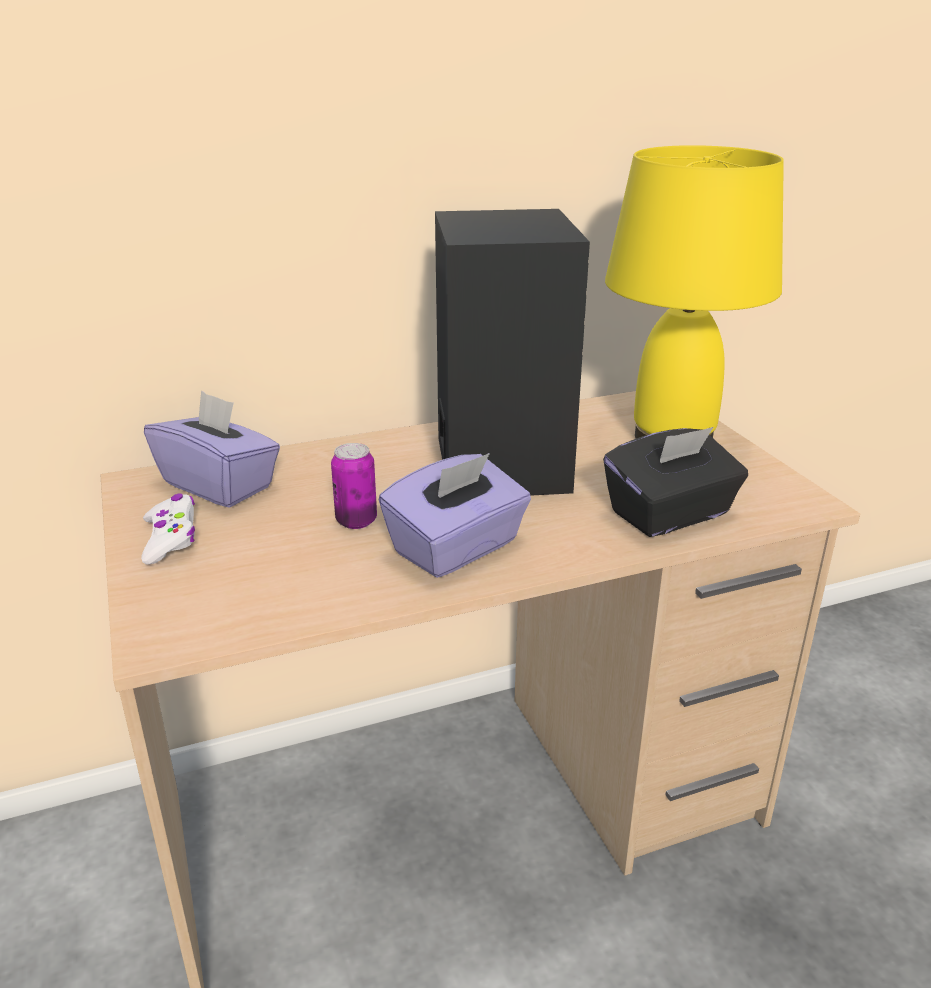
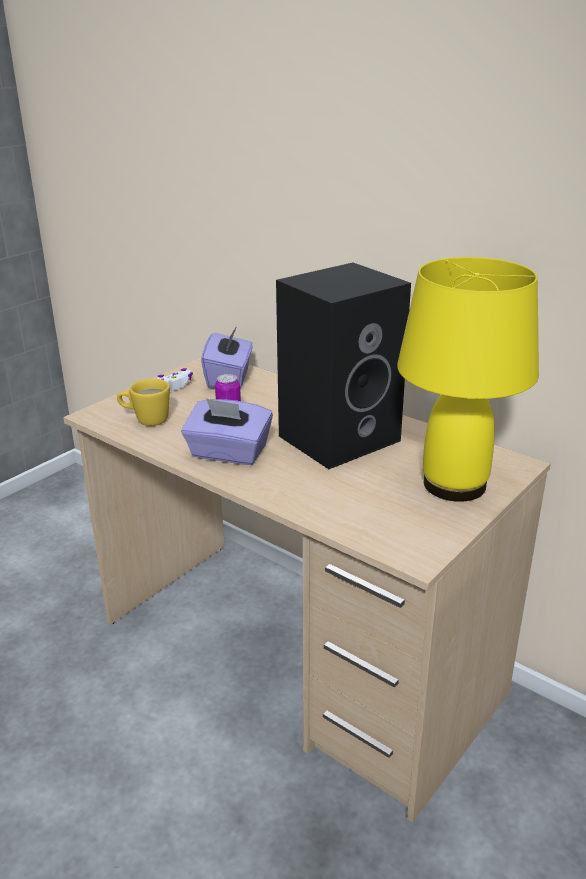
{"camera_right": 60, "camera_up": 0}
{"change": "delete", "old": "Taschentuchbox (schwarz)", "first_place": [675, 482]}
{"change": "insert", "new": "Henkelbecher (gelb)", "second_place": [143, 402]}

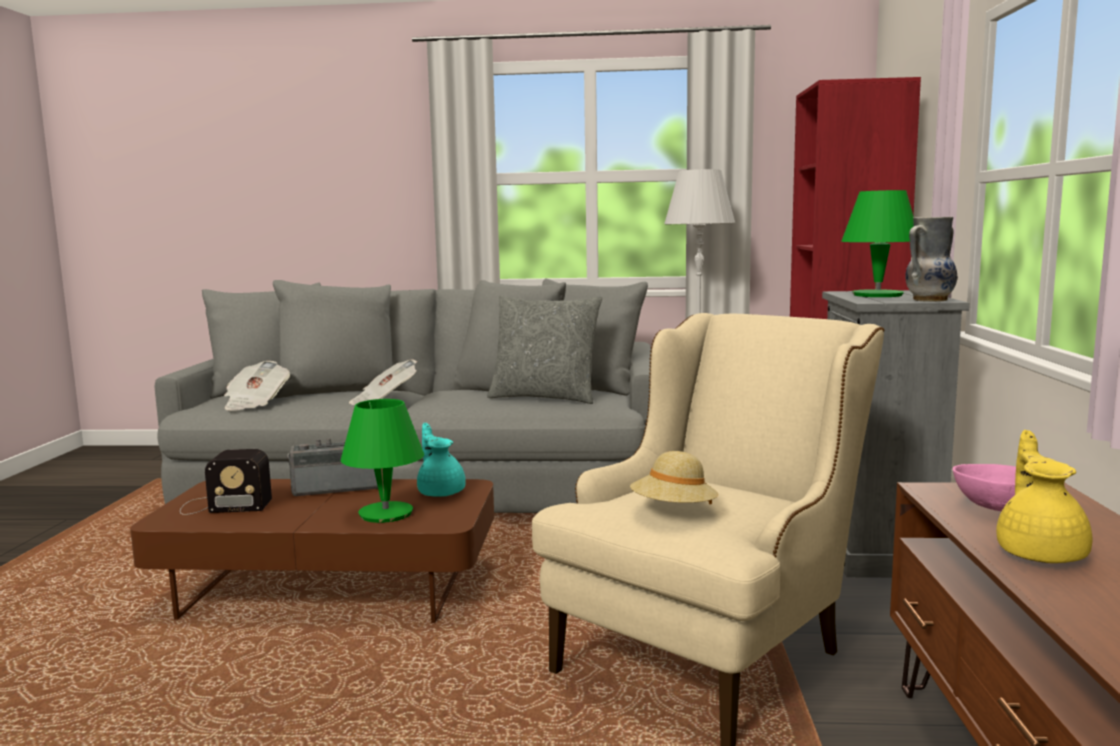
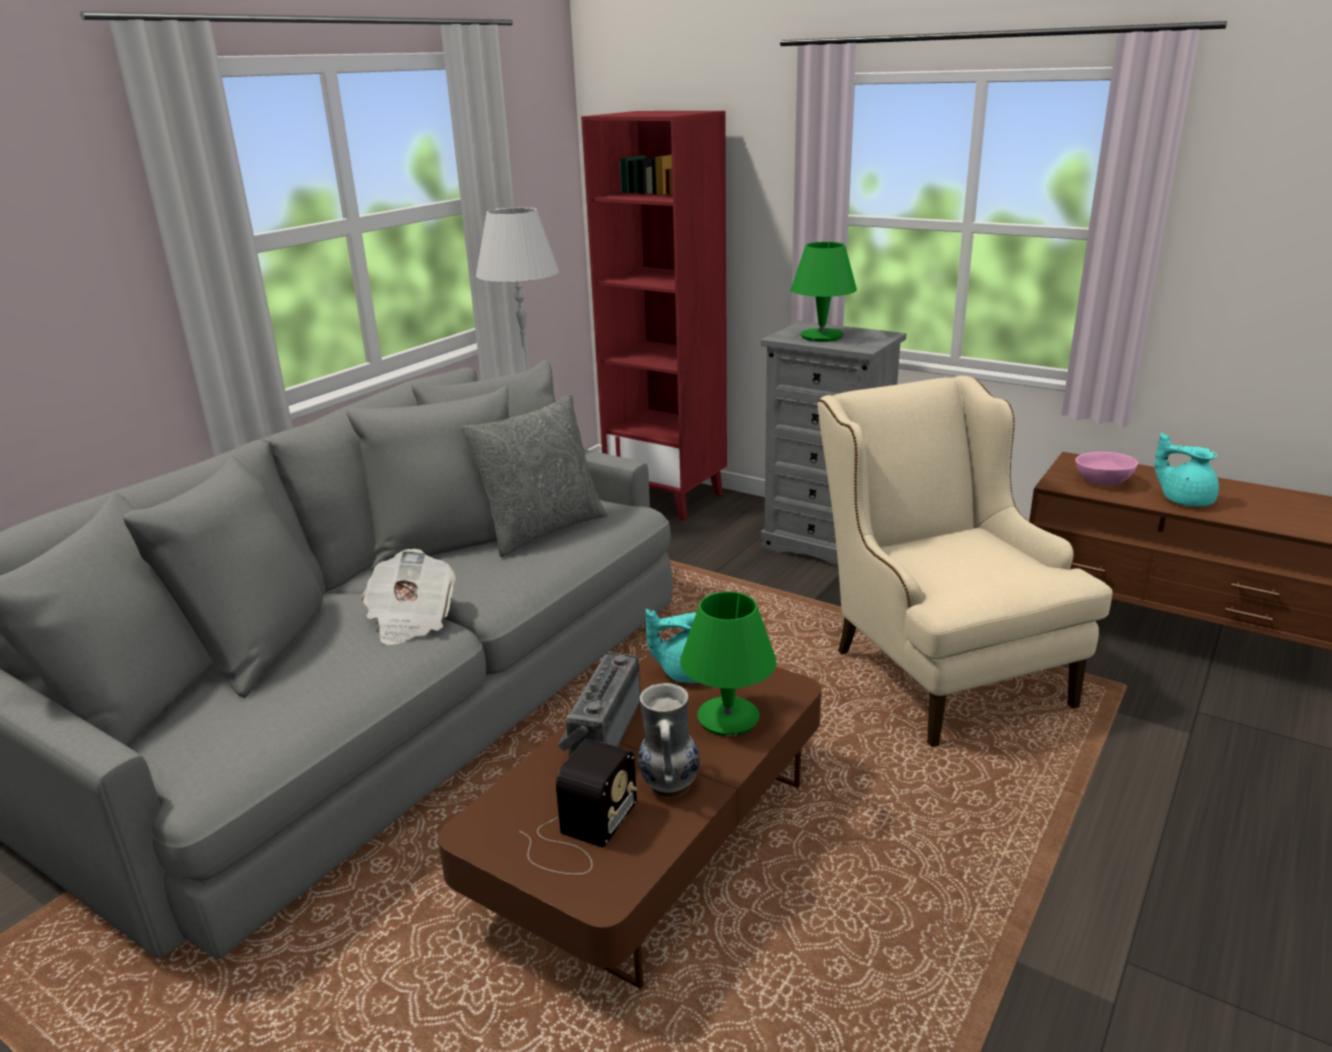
{"camera_right": -60, "camera_up": 15}
{"change": "delete", "old": "Zeitung", "first_place": [257, 386]}
{"change": "delete", "old": "Hut (beige)", "first_place": [674, 477]}
{"change": "move", "old": "Vase", "first_place": [931, 259], "second_place": [669, 740]}
{"change": "recolor", "old": "Teekanne (gelb)", "new": "Teekanne (türkis)", "first_place": [1044, 496], "second_place": [1187, 469]}

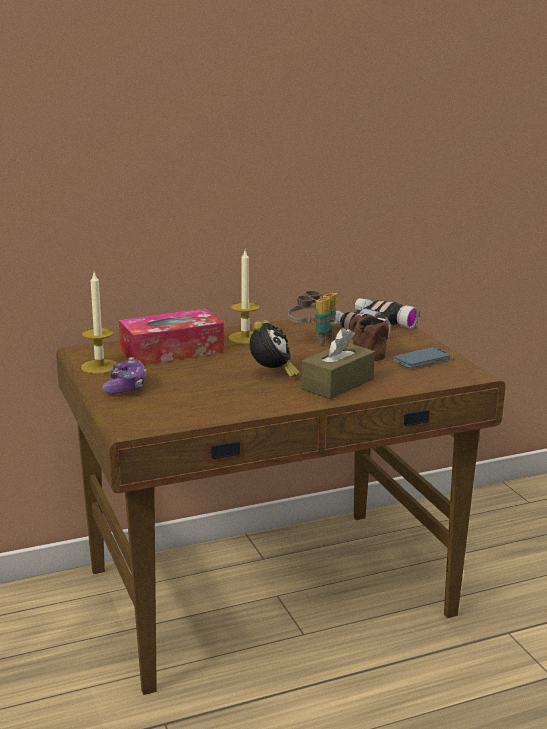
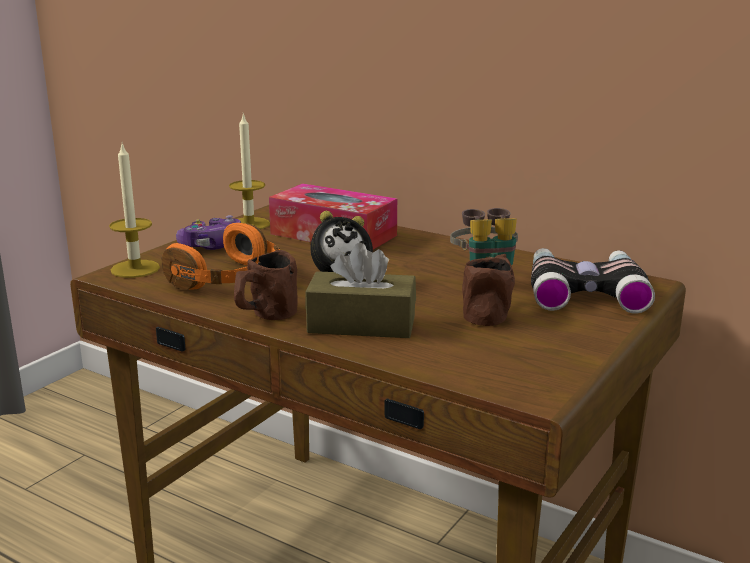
{"camera_right": 55, "camera_up": 0}
{"change": "move", "old": "Kerze", "first_place": [244, 297], "second_place": [134, 210]}
{"change": "delete", "old": "Handy", "first_place": [421, 358]}
{"change": "insert", "new": "Kopfhörer (orange)", "second_place": [220, 256]}
{"change": "insert", "new": "Henkelbecher (braun)", "second_place": [266, 285]}

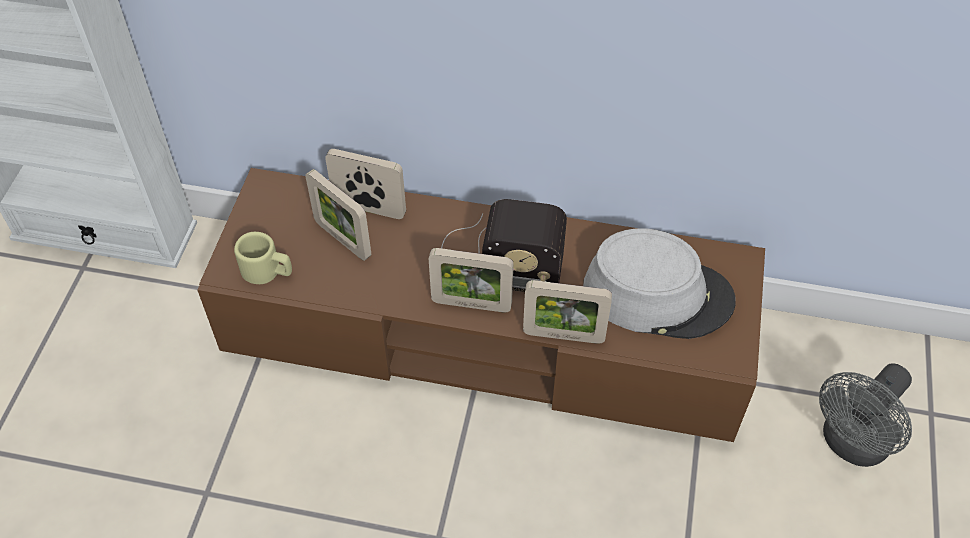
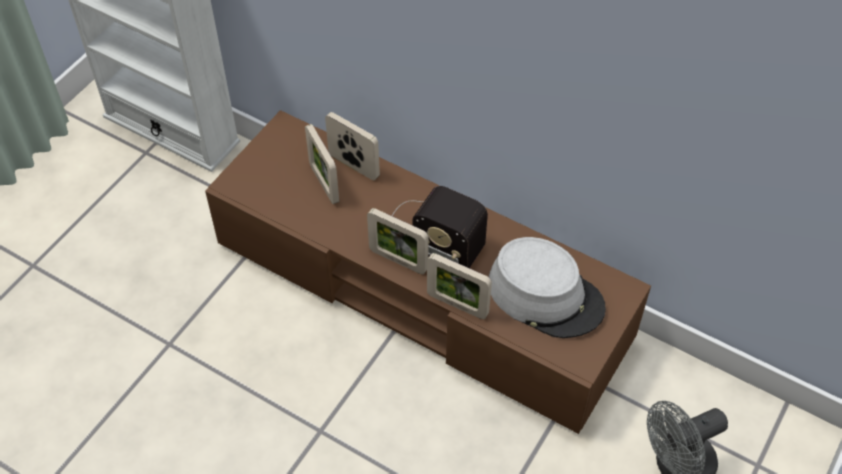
{"camera_right": 20, "camera_up": 0}
{"change": "delete", "old": "Henkelbecher (beige)", "first_place": [263, 258]}

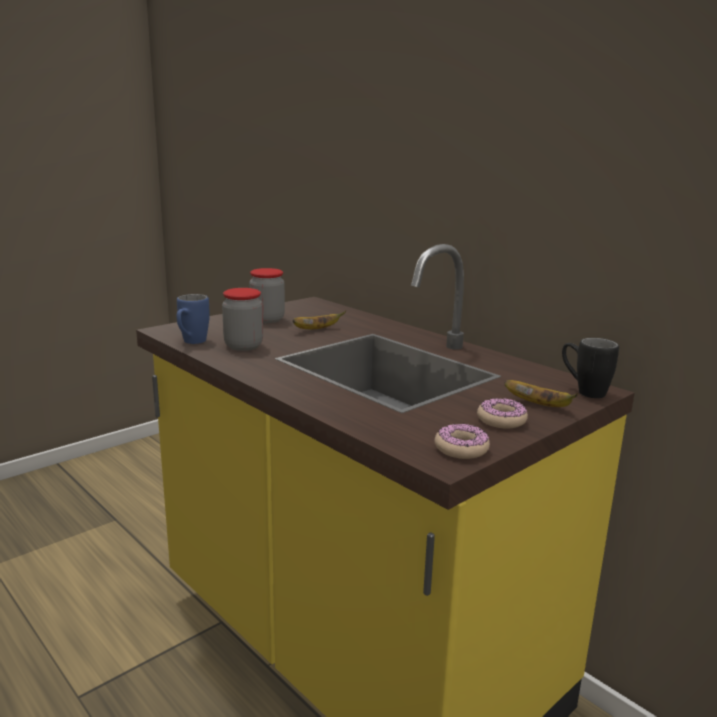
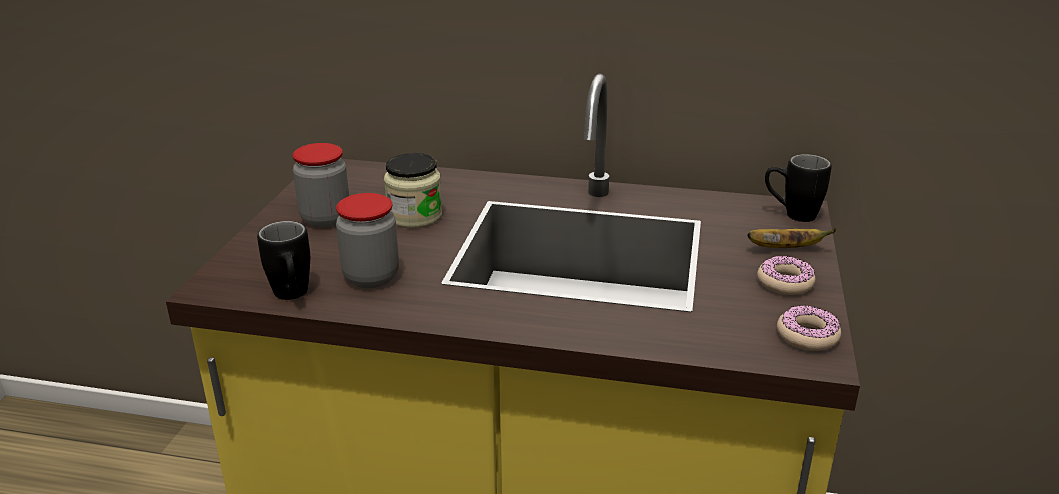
{"camera_right": -35, "camera_up": 10}
{"change": "recolor", "old": "Henkelbecher (blau)", "new": "Henkelbecher (schwarz)", "first_place": [193, 319], "second_place": [283, 260]}
{"change": "replace", "old": "Banane", "new": "Vorratsglas", "first_place": [319, 319], "second_place": [413, 190]}

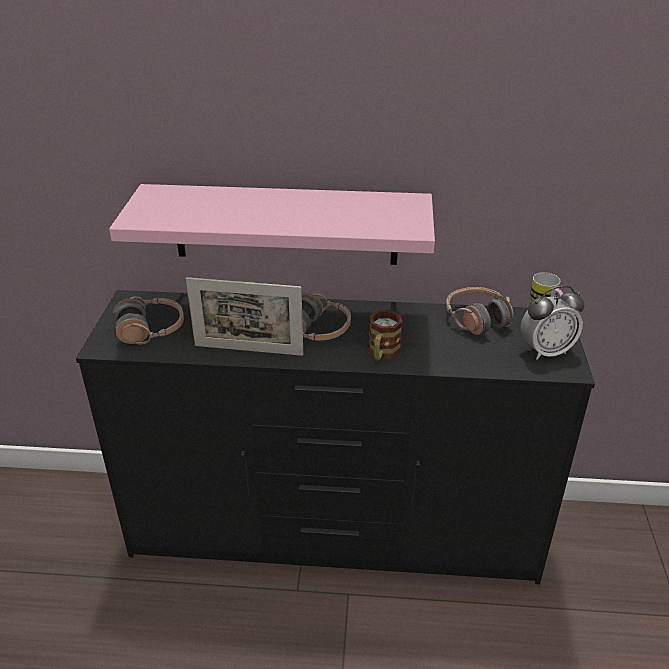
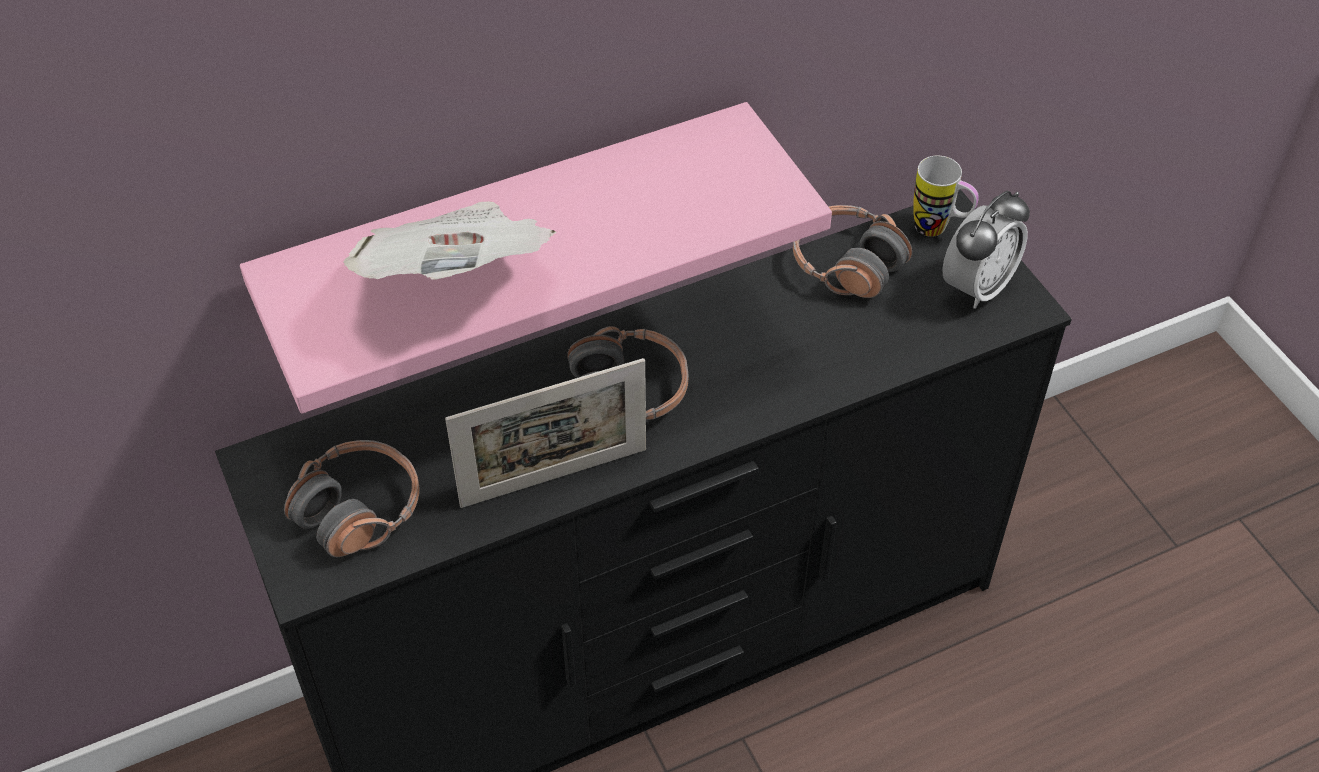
{"camera_right": -30, "camera_up": 15}
{"change": "delete", "old": "Henkelbecher", "first_place": [385, 335]}
{"change": "insert", "new": "Zeitung", "second_place": [449, 240]}

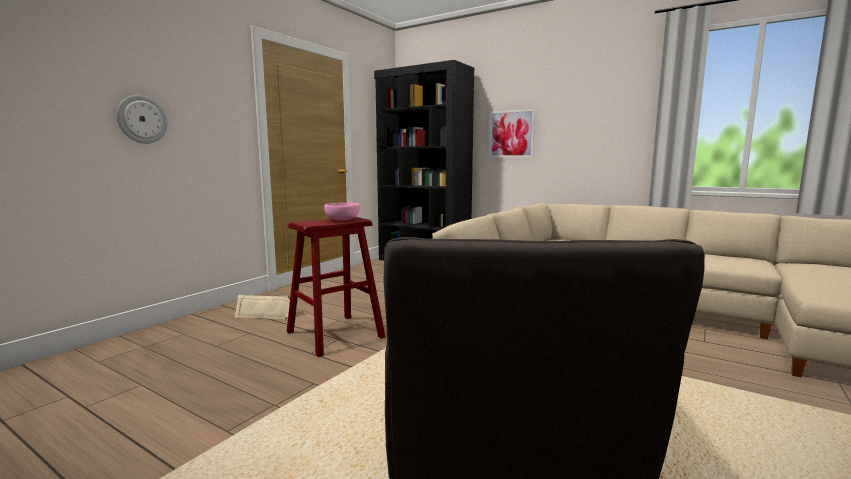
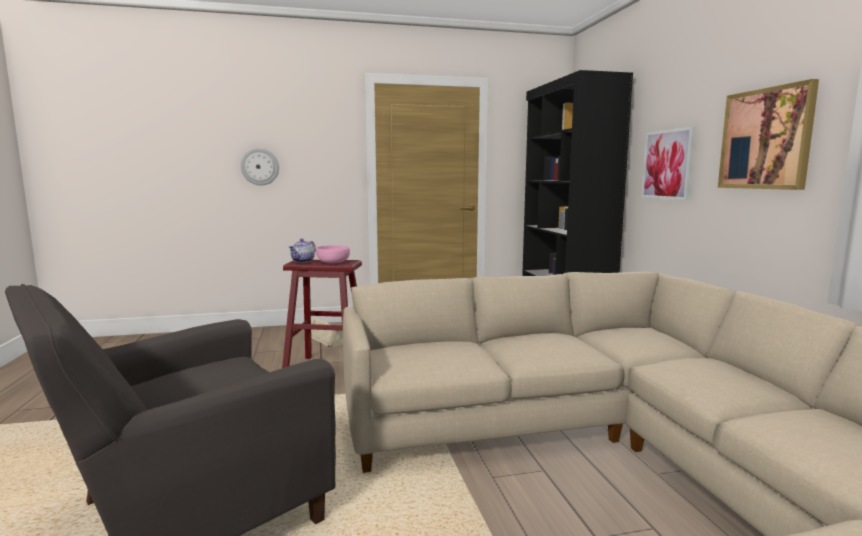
{"camera_right": 45, "camera_up": 0}
{"change": "insert", "new": "Teekanne", "second_place": [302, 250]}
{"change": "insert", "new": "Bild", "second_place": [768, 134]}

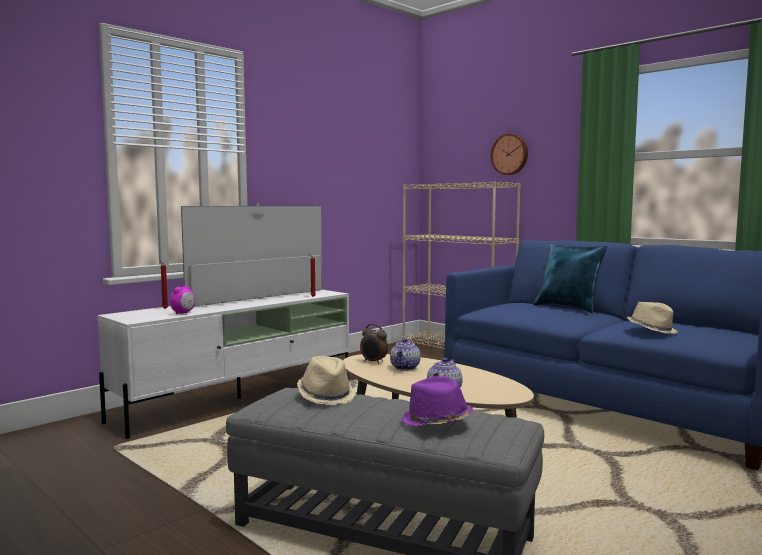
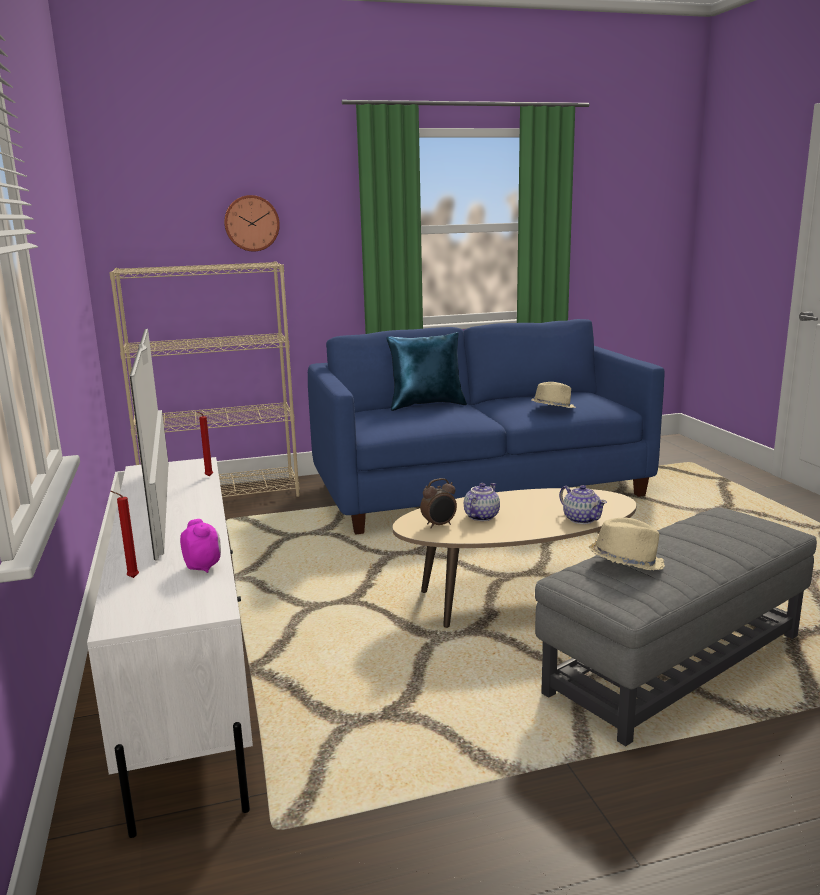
{"camera_right": -60, "camera_up": 10}
{"change": "rotate", "old": "Teekanne", "first_place": [405, 354], "second_place": [482, 502], "degrees": -105}
{"change": "delete", "old": "Hut (lila)", "first_place": [437, 401]}

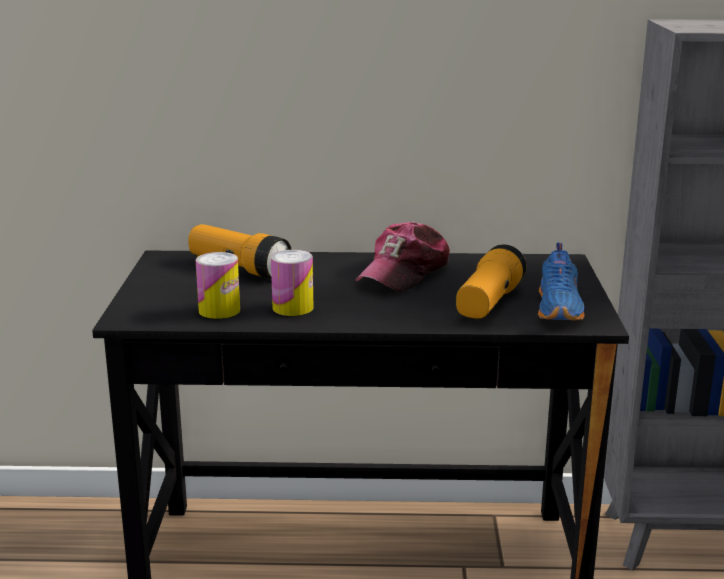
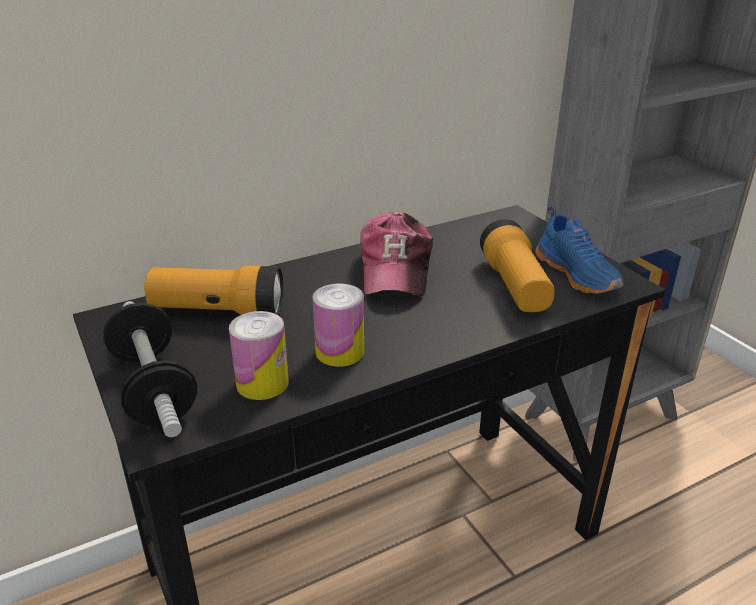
{"camera_right": -30, "camera_up": 10}
{"change": "insert", "new": "Hantel", "second_place": [150, 369]}

